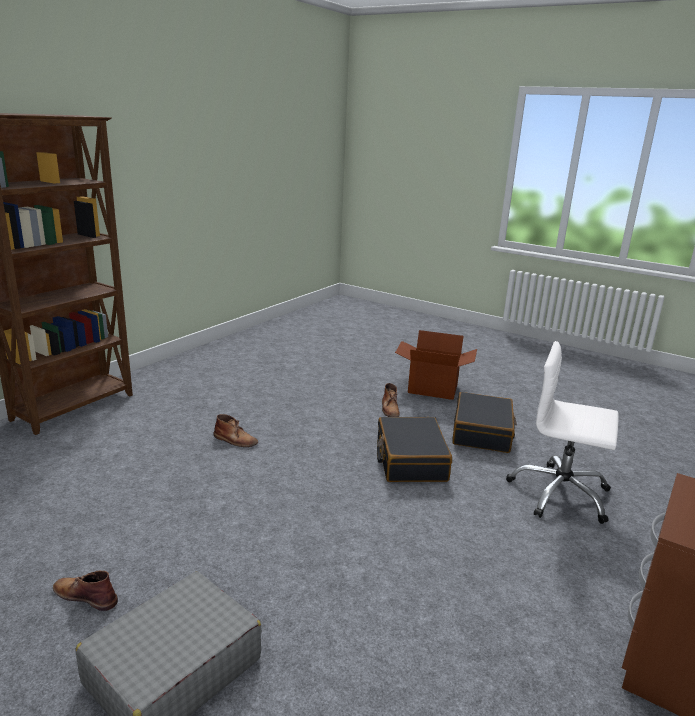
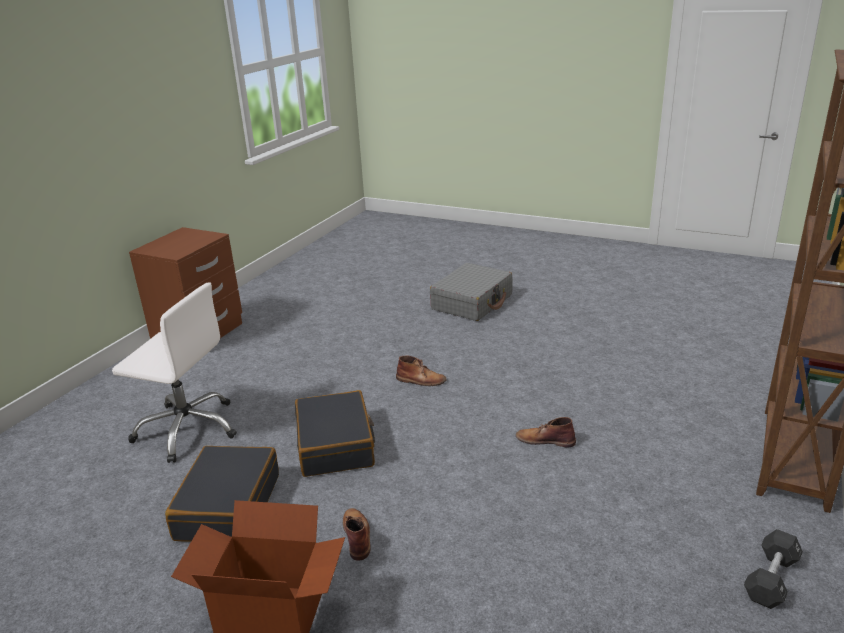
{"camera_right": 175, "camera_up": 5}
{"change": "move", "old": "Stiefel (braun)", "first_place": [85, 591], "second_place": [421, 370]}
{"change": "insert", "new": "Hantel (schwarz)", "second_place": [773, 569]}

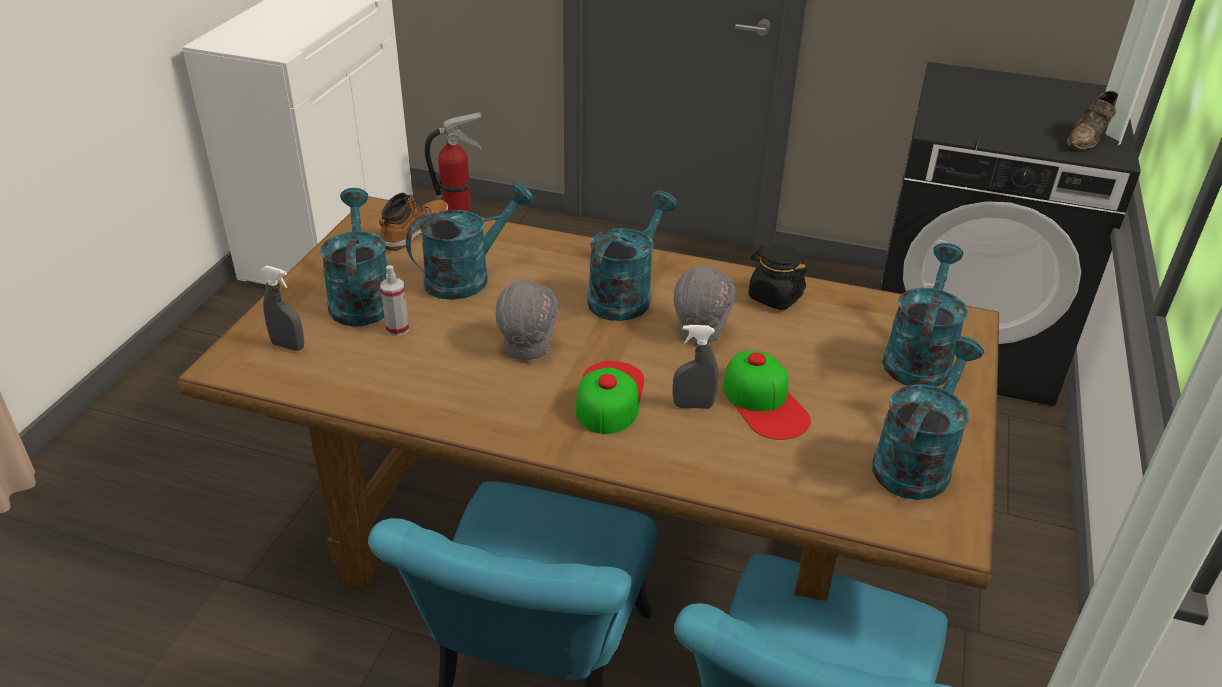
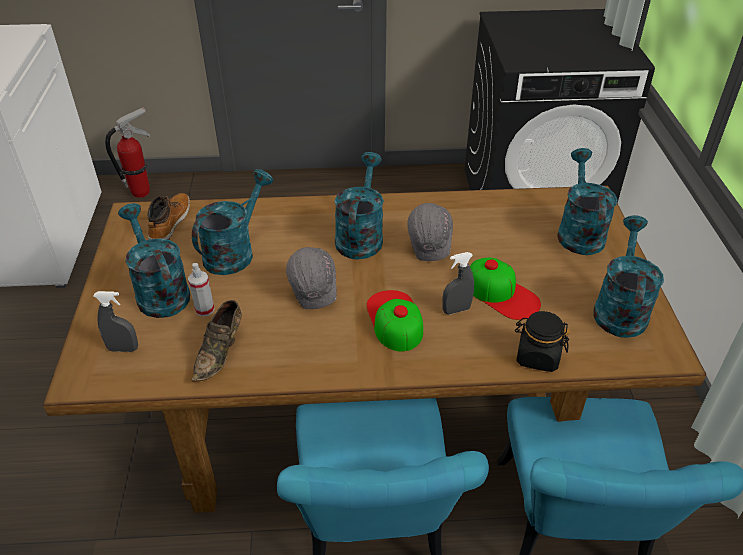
{"camera_right": -20, "camera_up": 5}
{"change": "move", "old": "Vorratsglas (schwarz)", "first_place": [777, 276], "second_place": [542, 341]}
{"change": "move", "old": "Schuh (braun)", "first_place": [1092, 120], "second_place": [217, 340]}

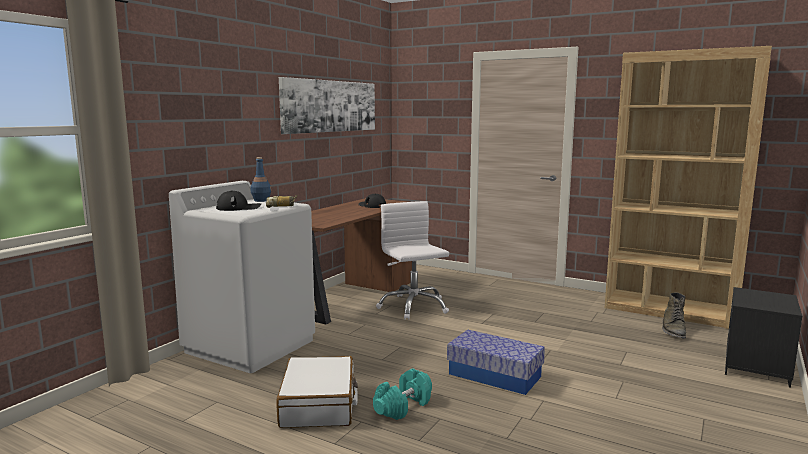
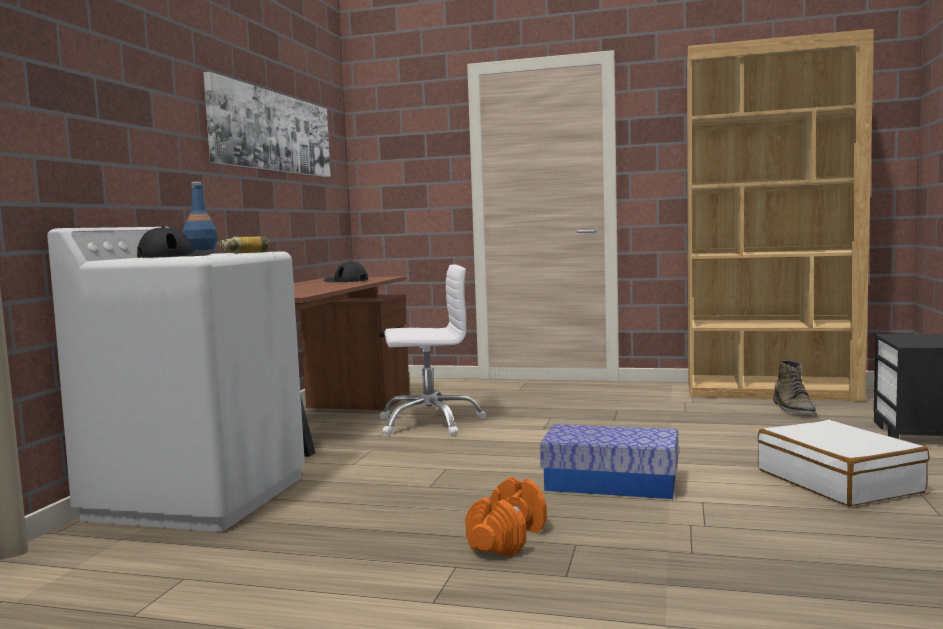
{"camera_right": -15, "camera_up": -5}
{"change": "move", "old": "Koffer (weiß)", "first_place": [317, 392], "second_place": [843, 462]}
{"change": "recolor", "old": "Hantel (türkis)", "new": "Hantel (orange)", "first_place": [402, 394], "second_place": [506, 516]}
{"change": "rotate", "old": "Bürostuhl (weiß)", "first_place": [412, 260], "second_place": [433, 349], "degrees": 120}

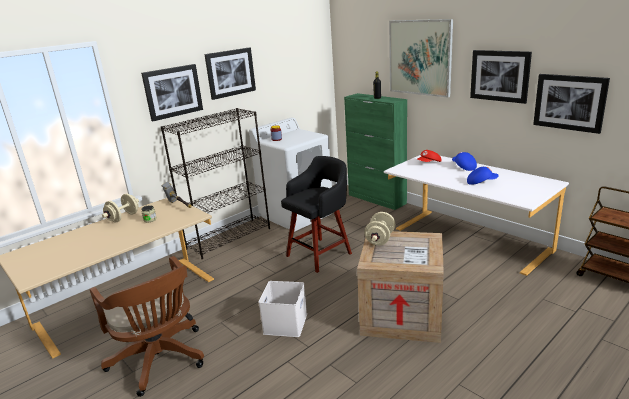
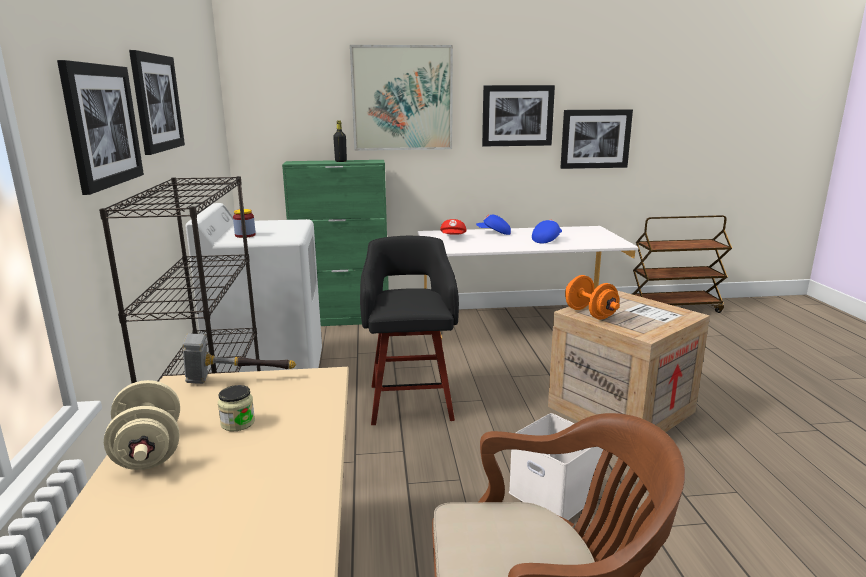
{"camera_right": -55, "camera_up": -5}
{"change": "recolor", "old": "Hantel (beige)", "new": "Hantel (orange)", "first_place": [380, 229], "second_place": [592, 297]}

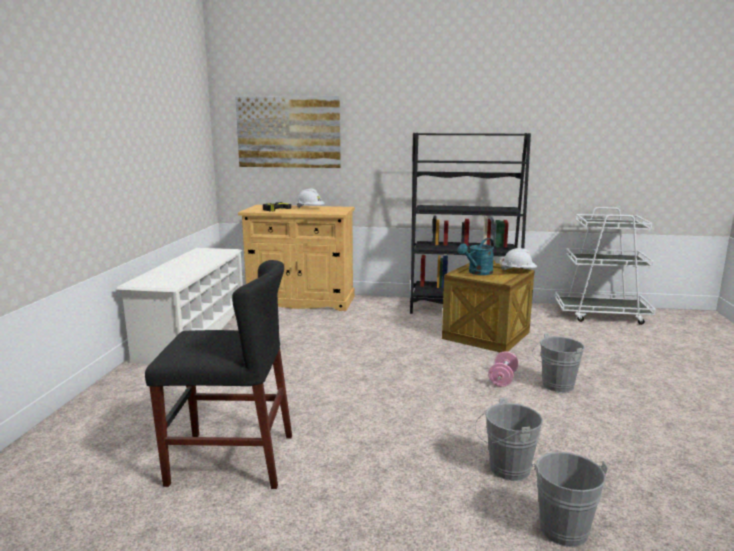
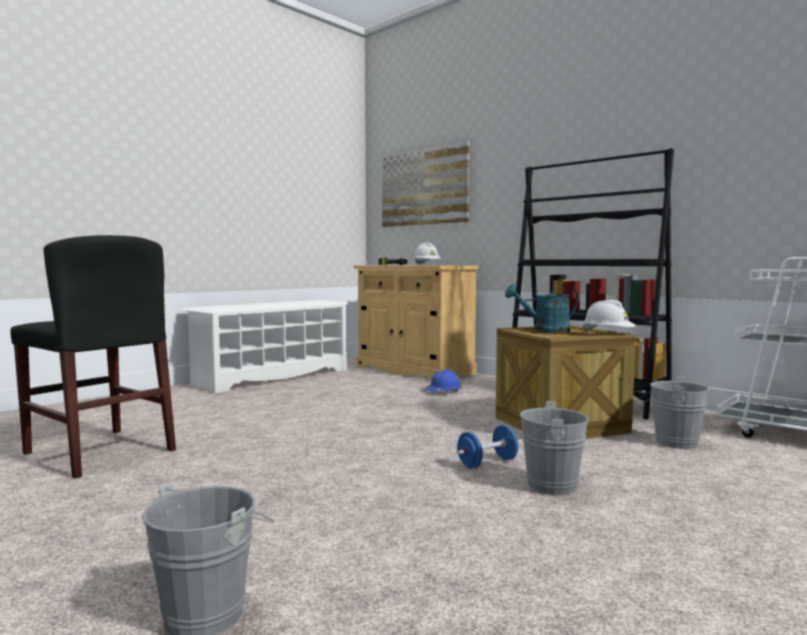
{"camera_right": 35, "camera_up": -10}
{"change": "move", "old": "Eimer (grau)", "first_place": [509, 439], "second_place": [675, 412]}
{"change": "recolor", "old": "Hantel (rosa)", "new": "Hantel (blau)", "first_place": [503, 369], "second_place": [487, 447]}
{"change": "insert", "new": "Schutzhelm (blau)", "second_place": [443, 380]}

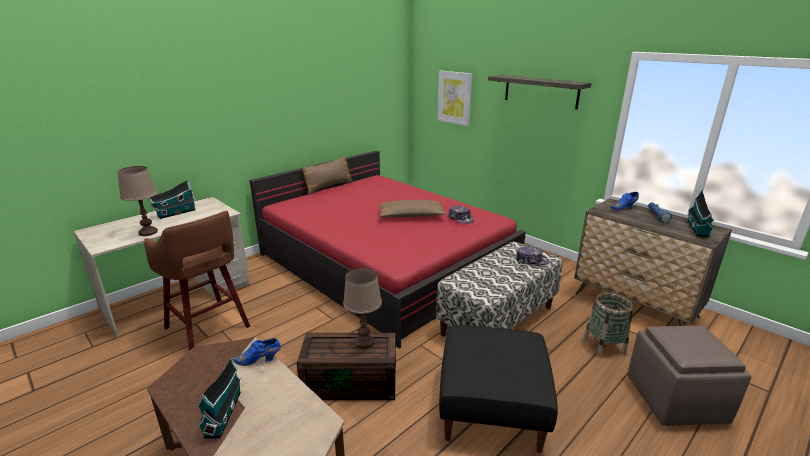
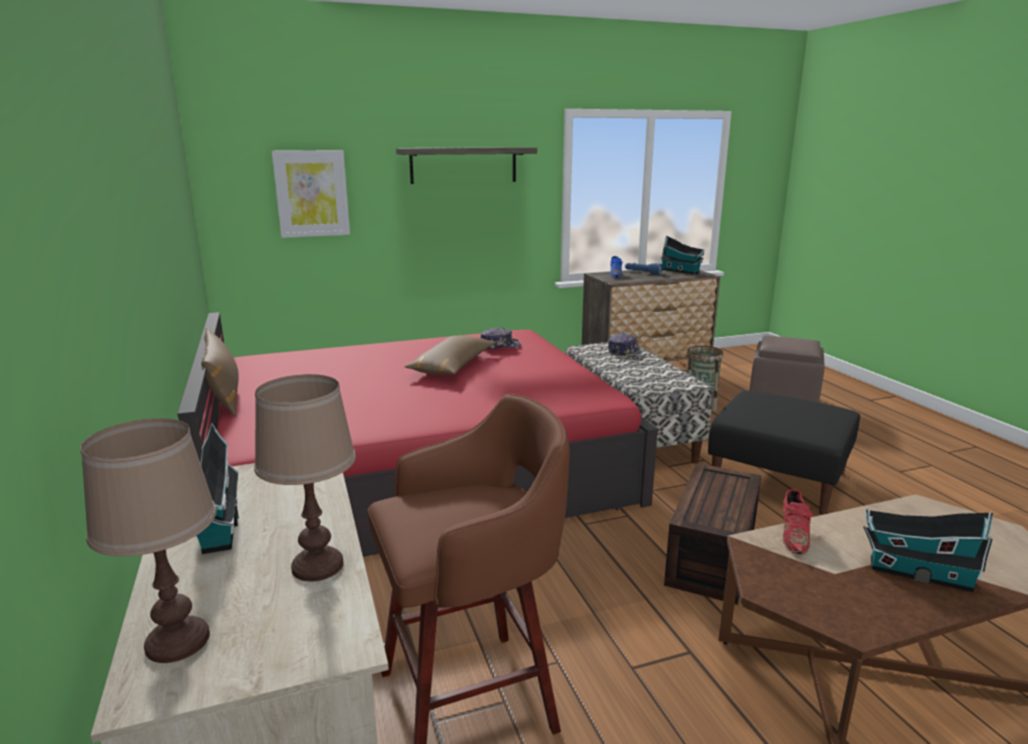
{"camera_right": -65, "camera_up": -5}
{"change": "recolor", "old": "Schuh (blau)", "new": "Schuh (rot)", "first_place": [256, 352], "second_place": [798, 521]}
{"change": "move", "old": "Tischlampe (braun)", "first_place": [362, 308], "second_place": [148, 540]}

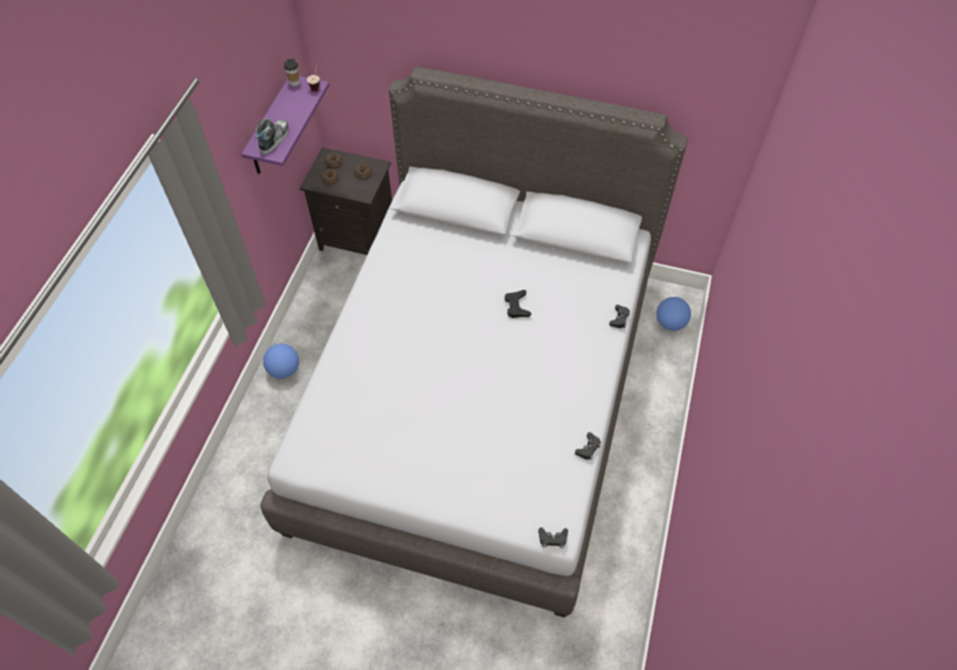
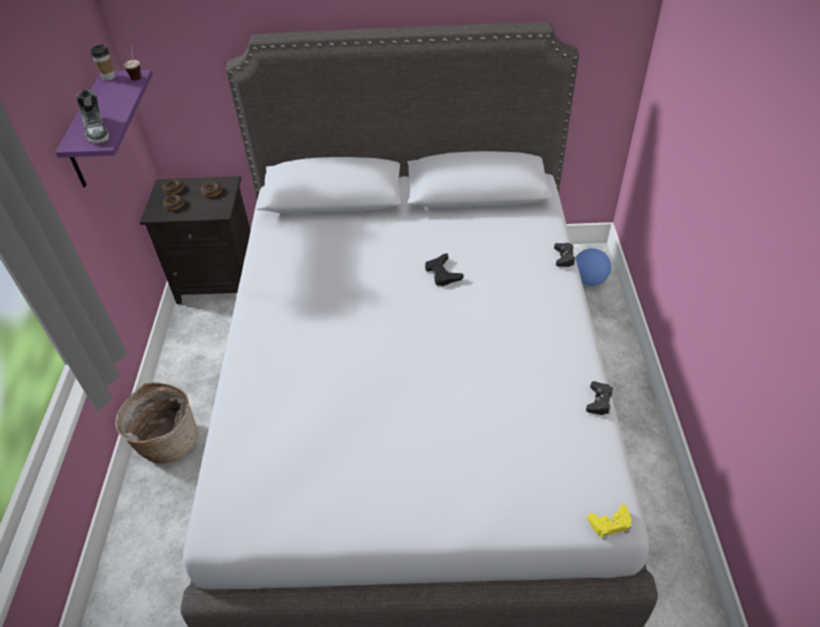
{"camera_right": -15, "camera_up": -10}
{"change": "rotate", "old": "Schuh", "first_place": [272, 136], "second_place": [92, 117], "degrees": 150}
{"change": "replace", "old": "Fußball", "new": "Korb", "first_place": [281, 361], "second_place": [156, 423]}
{"change": "recolor", "old": "Gamepad (schwarz)", "new": "Gamepad (gelb)", "first_place": [553, 537], "second_place": [609, 522]}

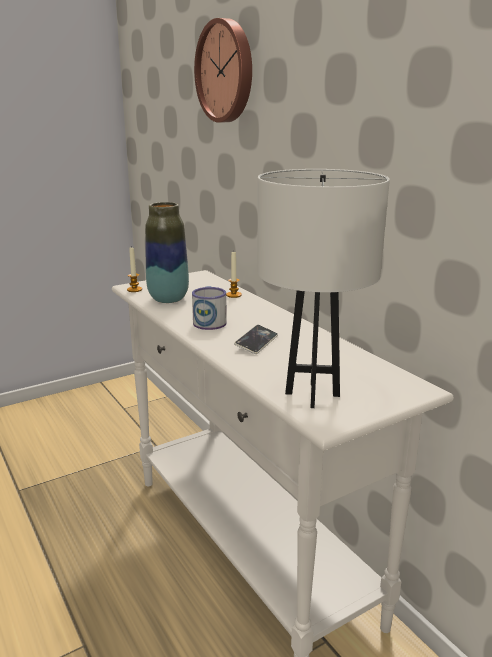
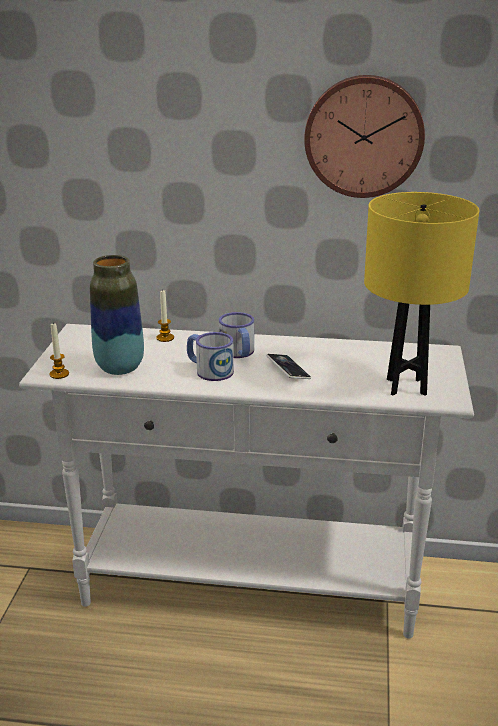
{"camera_right": -50, "camera_up": 5}
{"change": "move", "old": "Wanduhr", "first_place": [223, 70], "second_place": [364, 136]}
{"change": "recolor", "old": "Tischlampe (weiß)", "new": "Tischlampe (gelb)", "first_place": [324, 288], "second_place": [421, 294]}
{"change": "insert", "new": "Henkelbecher", "second_place": [236, 335]}

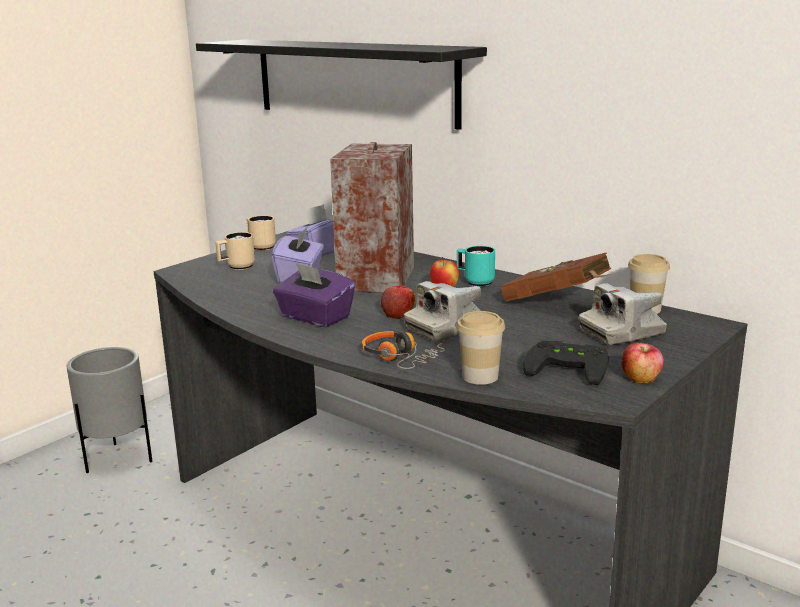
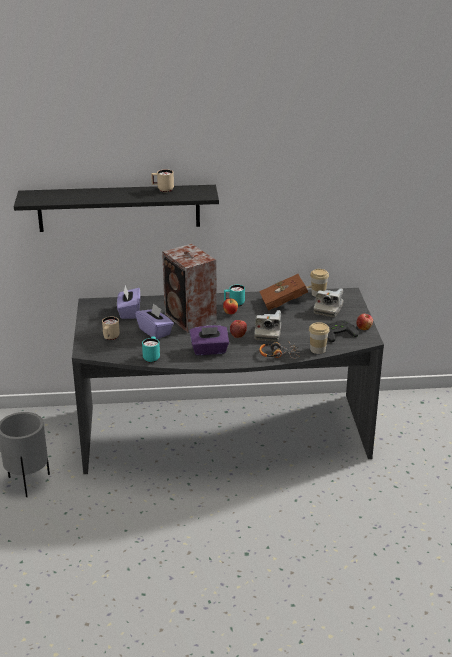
{"camera_right": -45, "camera_up": 10}
{"change": "move", "old": "Henkelbecher (beige)", "first_place": [261, 233], "second_place": [162, 180]}
{"change": "insert", "new": "Henkelbecher (türkis)", "second_place": [151, 349]}

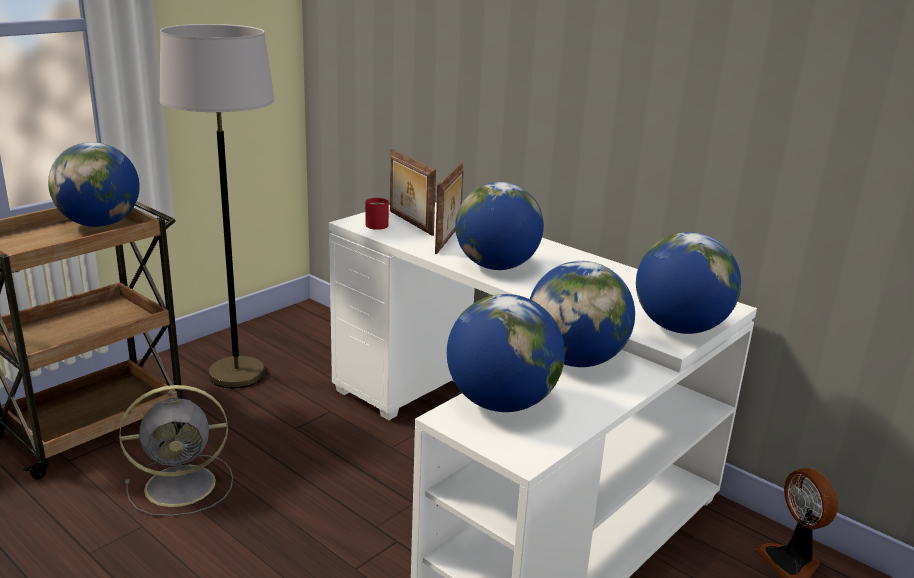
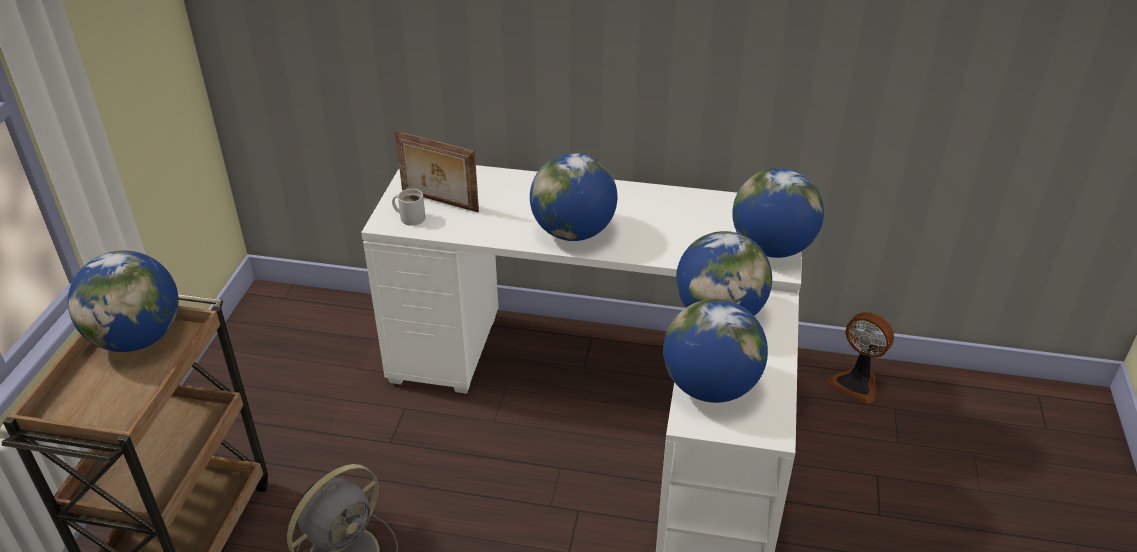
{"camera_right": -30, "camera_up": 15}
{"change": "delete", "old": "Stehlampe (grau)", "first_place": [217, 206]}
{"change": "recolor", "old": "Henkelbecher (rot)", "new": "Henkelbecher (weiß)", "first_place": [377, 214], "second_place": [409, 207]}
{"change": "delete", "old": "Bilderrahmen", "first_place": [449, 208]}

